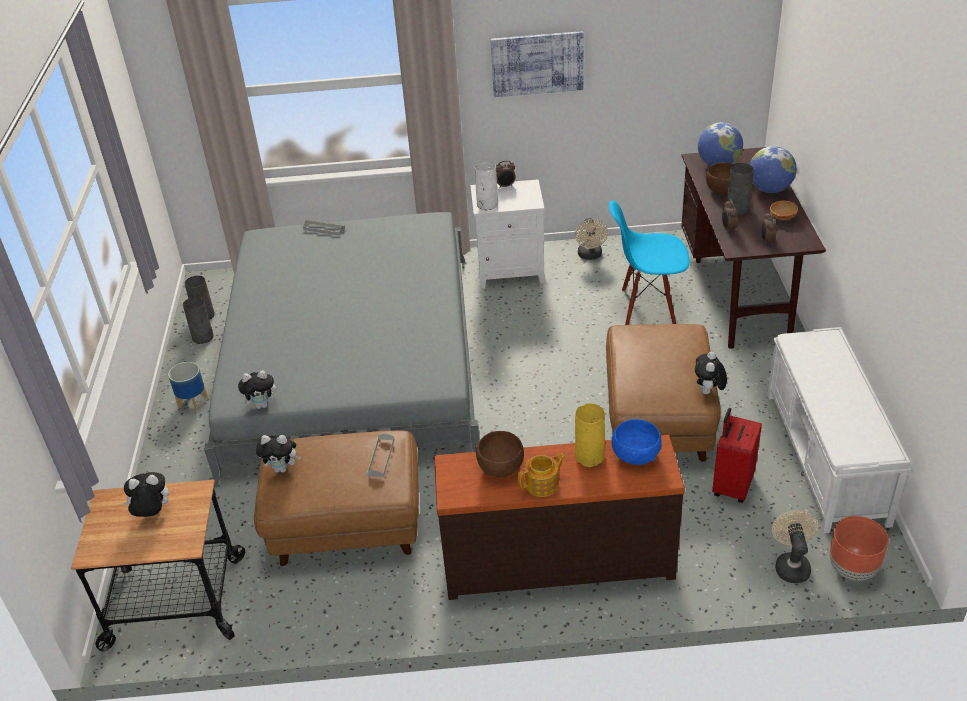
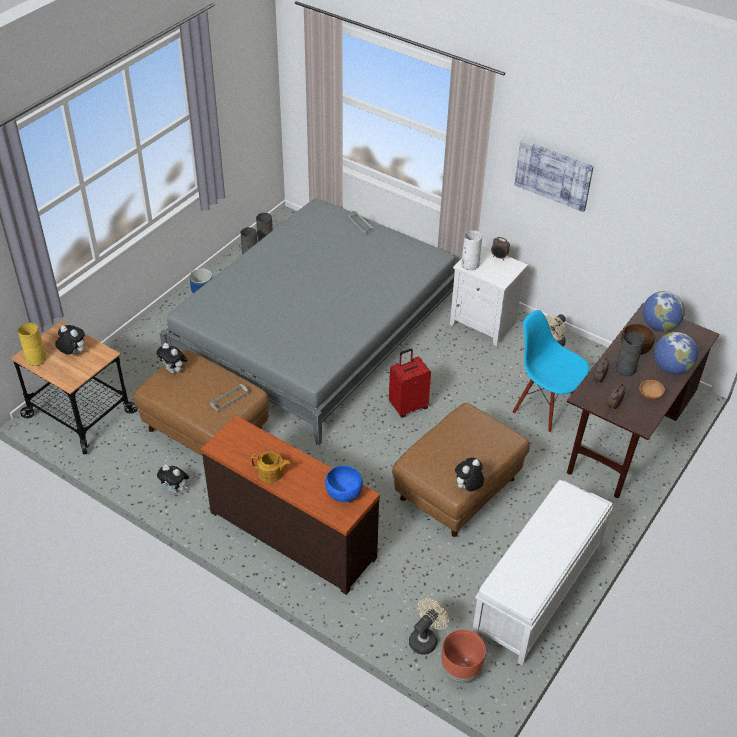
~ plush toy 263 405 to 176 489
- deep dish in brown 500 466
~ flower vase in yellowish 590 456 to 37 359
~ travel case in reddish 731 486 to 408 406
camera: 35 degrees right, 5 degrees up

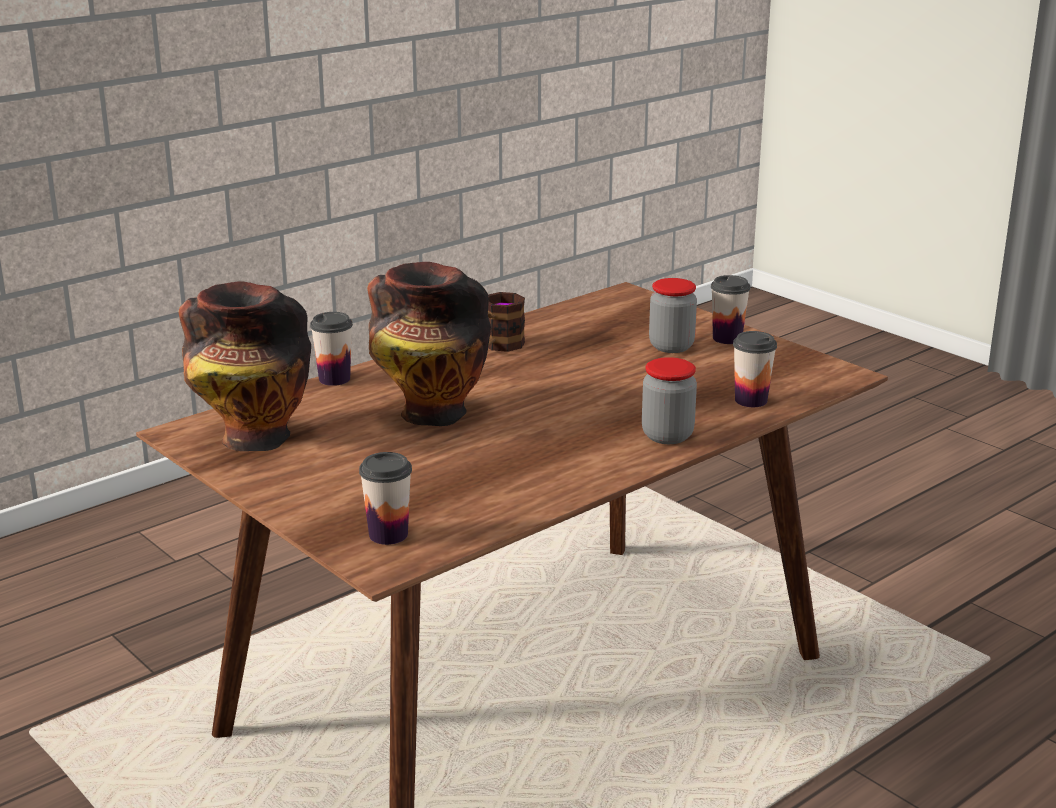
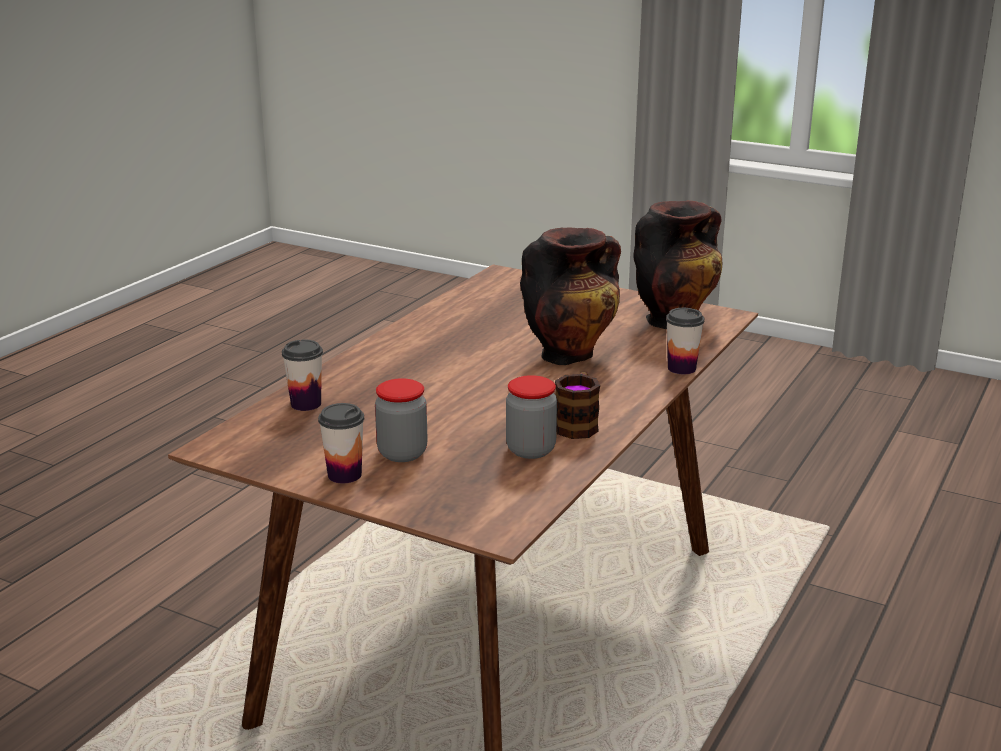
- small cup 388 535
~ preserve jar 667 436 to 530 450
camera: 160 degrees right, 0 degrees up

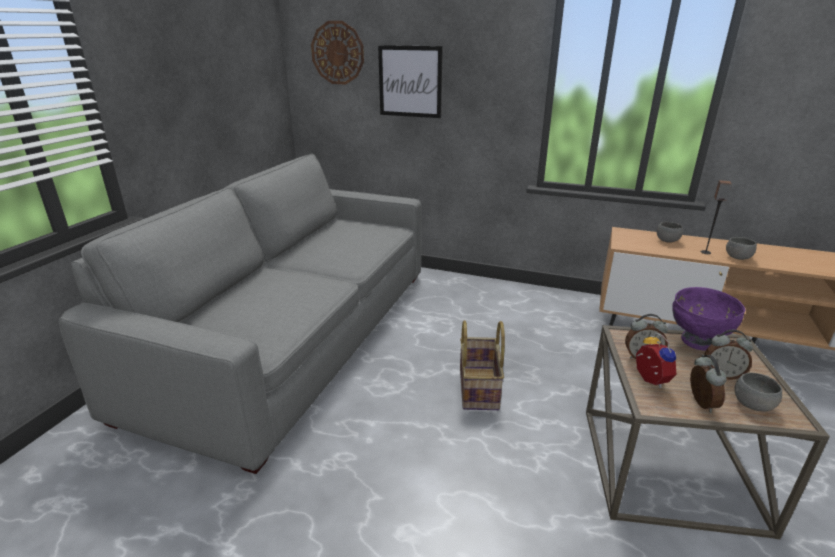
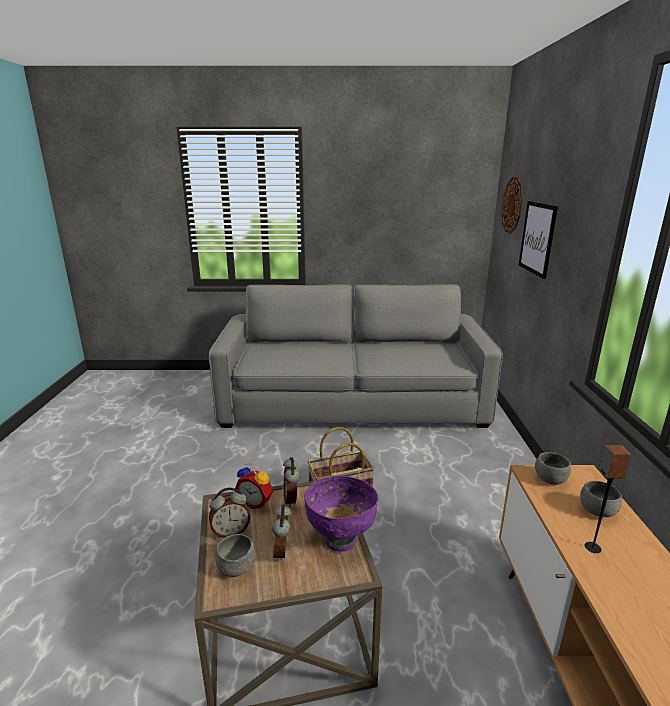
~ alarm clock 648 380 = 256 502 60 degrees clockwise
~ deep dish in gray 737 257 to 550 479
camera: 70 degrees right, 5 degrees down

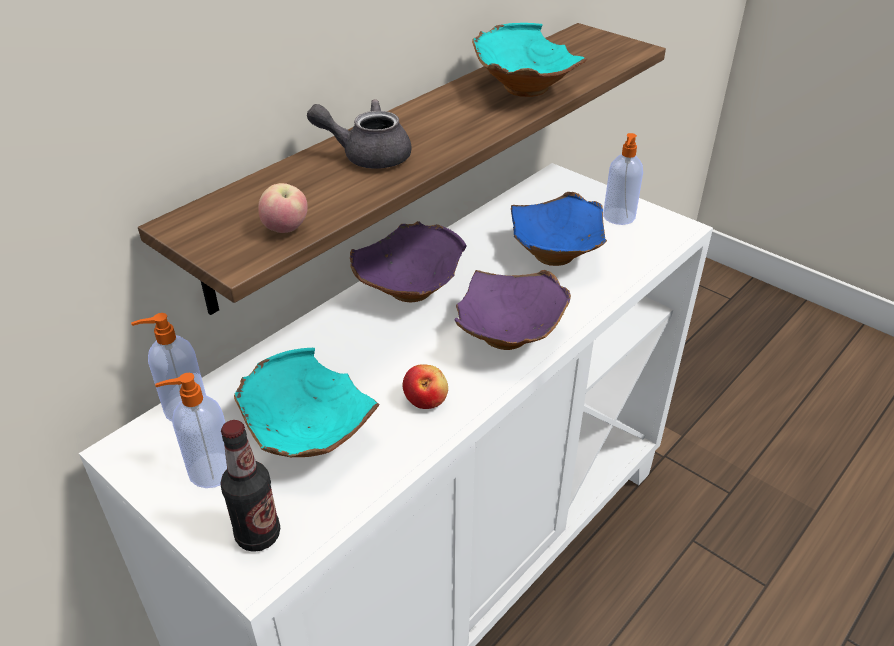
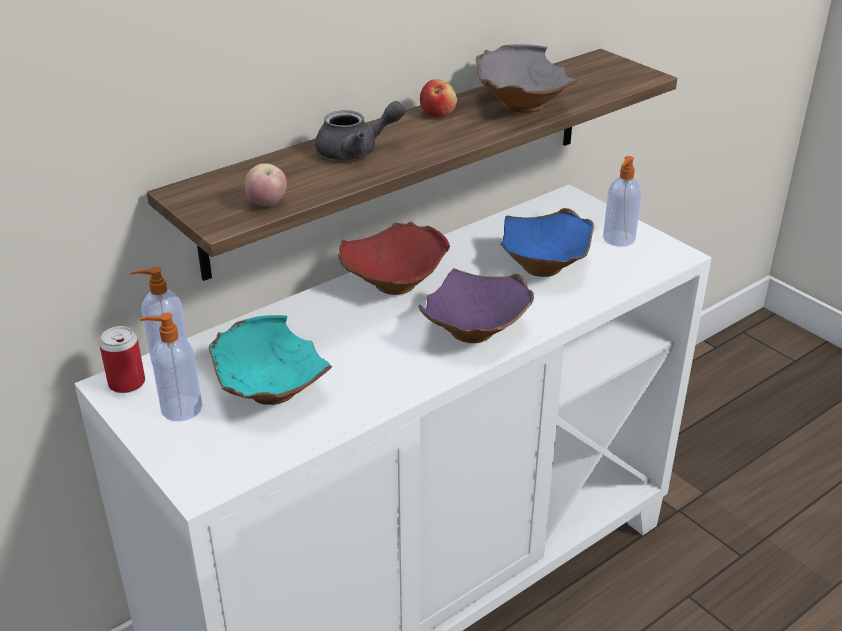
- beverage bottle 258 535
~ tea pot in gray 367 155 = 356 151 150 degrees clockwise
~ deep dish in purple 408 288 to deep dish in reddish 393 282
~ whole apple 426 399 to 438 113
~ deep dish in blue-green 522 89 to deep dish in gray 519 105
+ can 127 383
camera: 10 degrees right, 5 degrees down

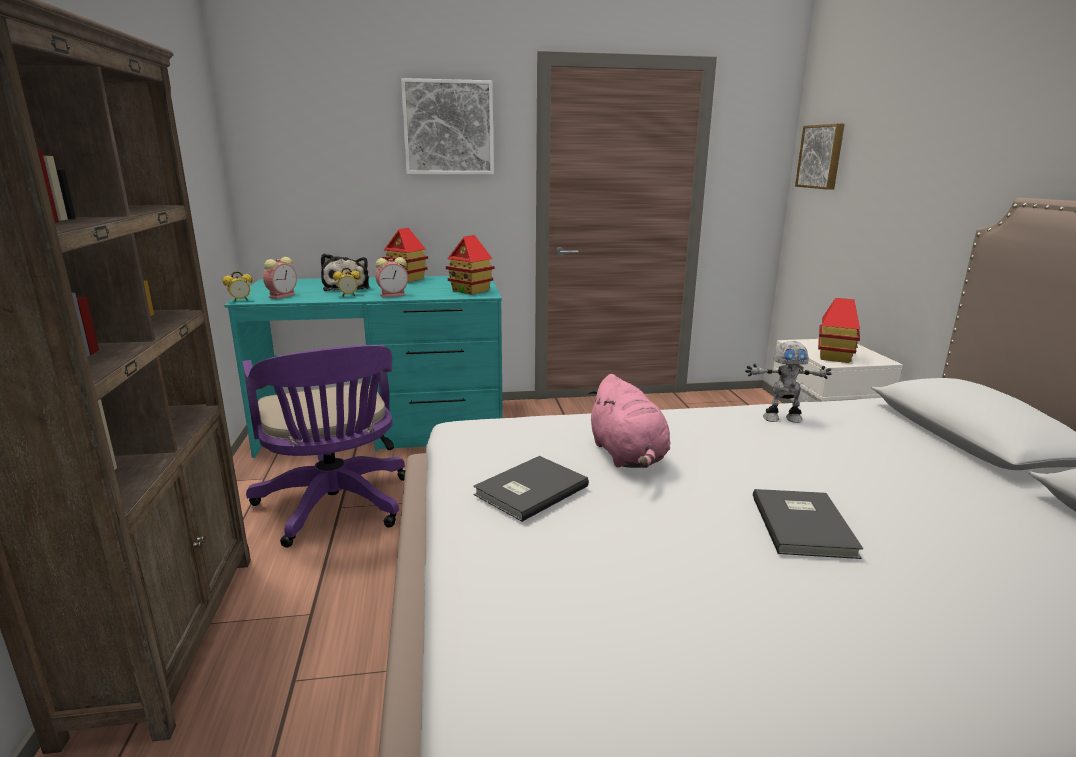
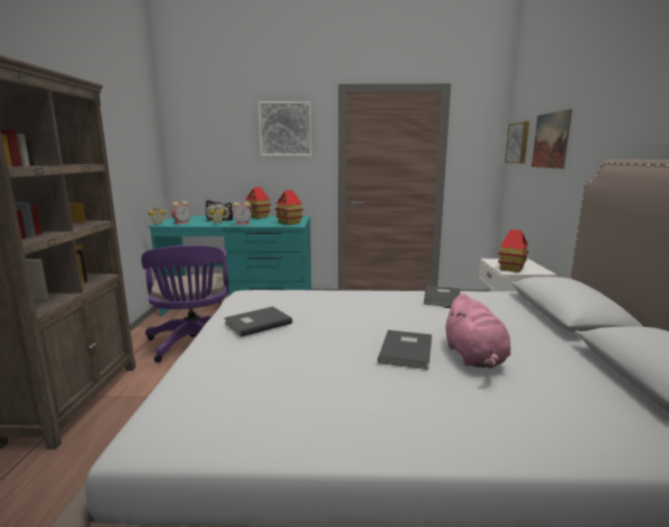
~ plush toy in pink-coloured 628 456 to 474 358
~ robot figure 781 418 to volume in gray 443 298
+ picture 550 140
camera: 10 degrees right, 5 degrees down

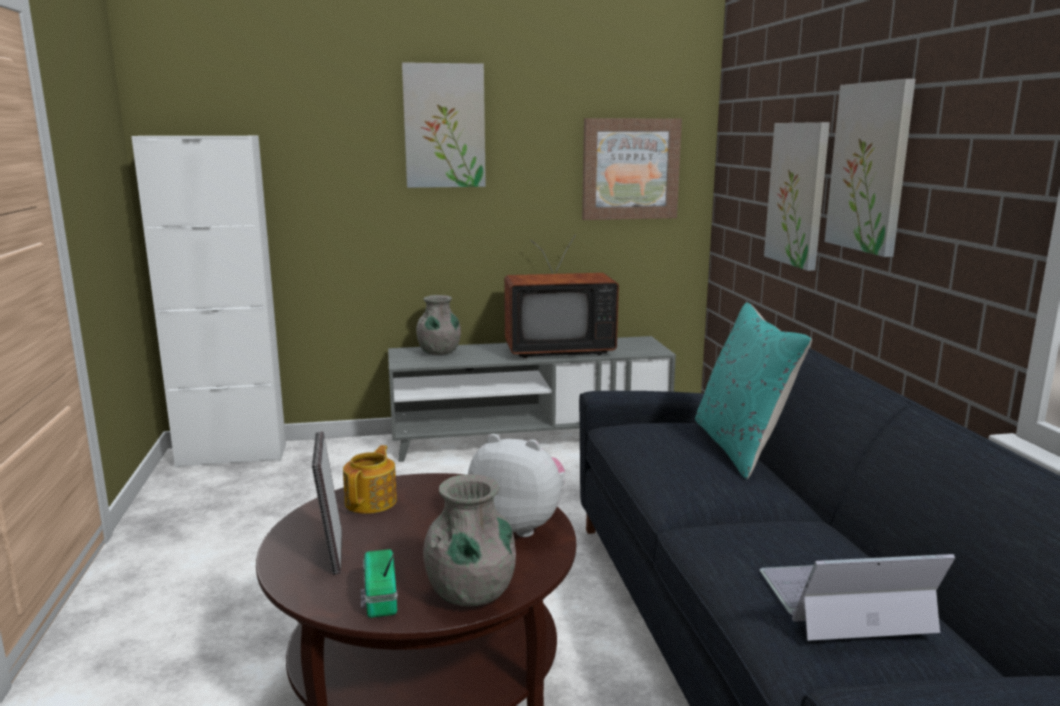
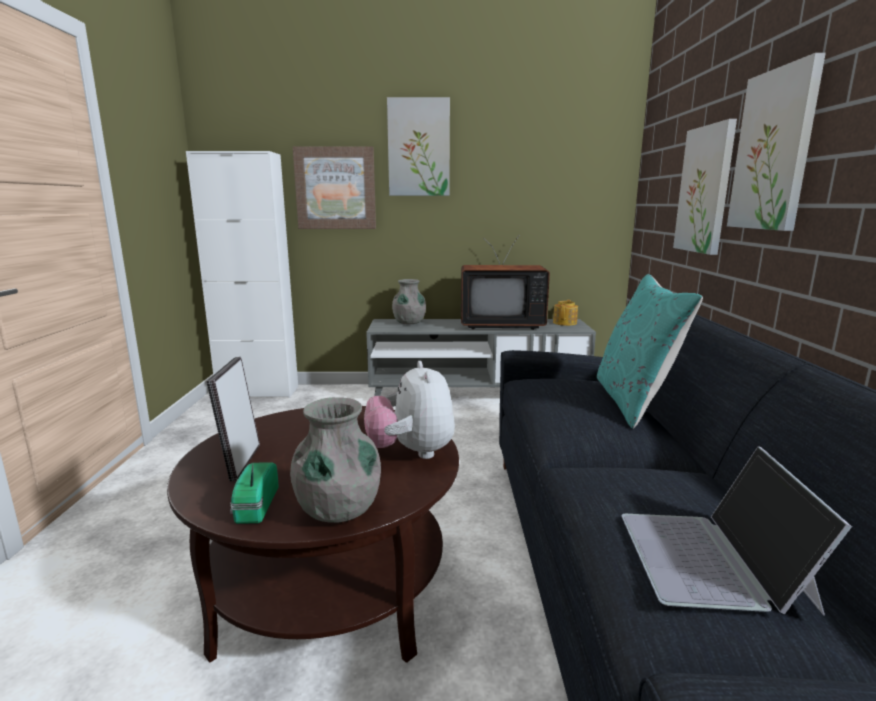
~ tea pot 372 501 to 565 323
~ plush toy 519 525 = 411 452 135 degrees counterclockwise
~ picture 630 169 to 335 188
~ notebook computer 843 601 = 713 559 90 degrees counterclockwise
camera: 10 degrees right, 0 degrees up

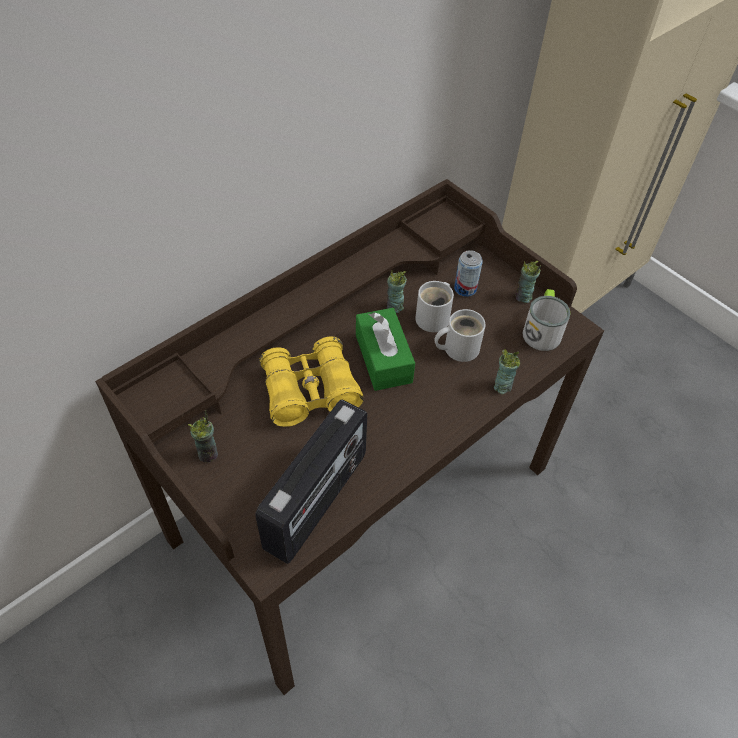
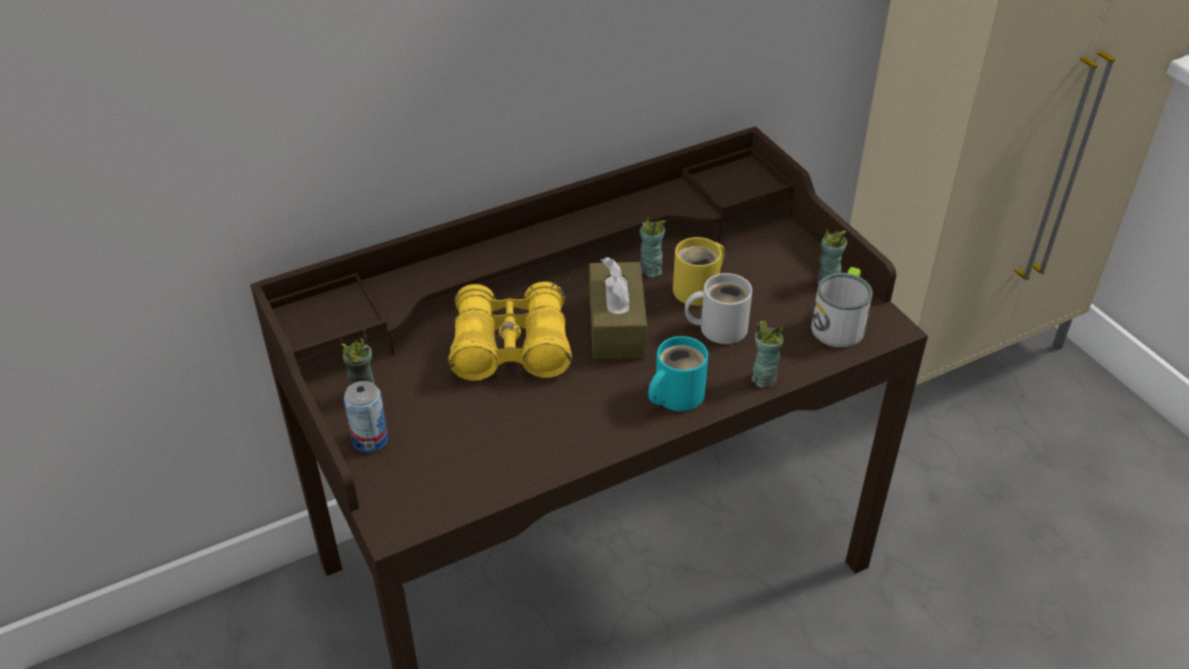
- radio receiver 318 501
~ box of tissues in greenish 383 358 to box of tissues in brown 616 325
~ coffee mug in whitish 435 317 to coffee mug in yellowish 699 289
~ can 465 289 to 370 440
+ coffee mug in blue-green 674 395
camera: 15 degrees right, 10 degrees down

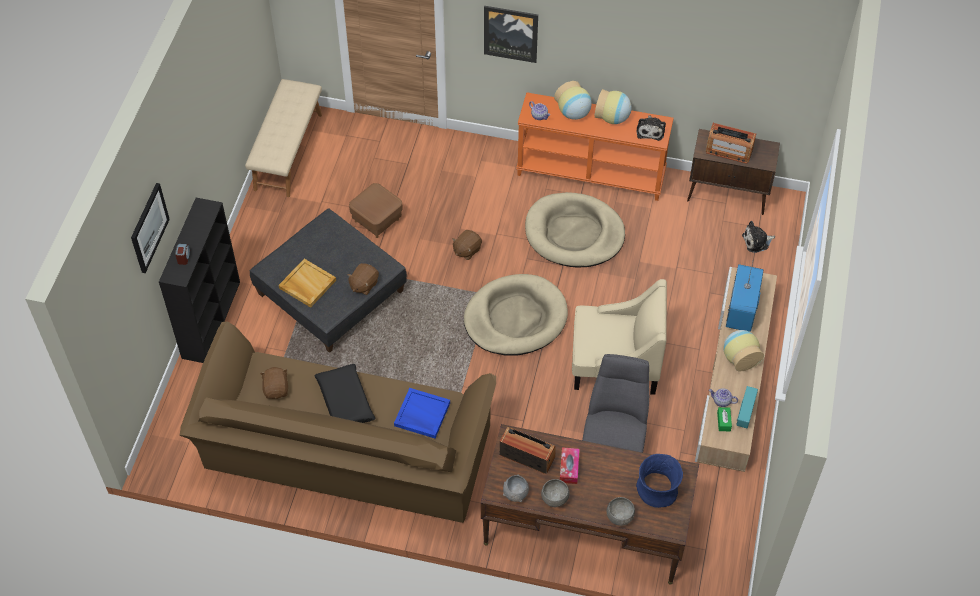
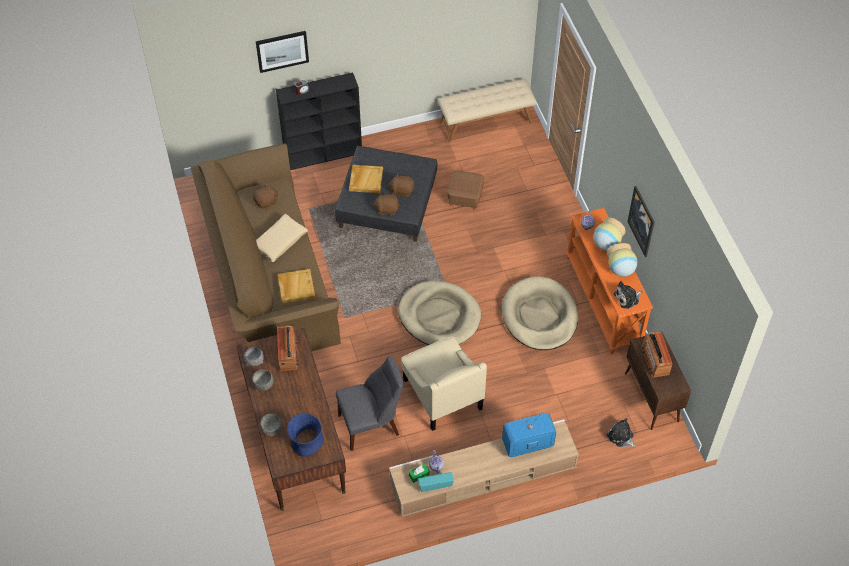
~ throw pillow in black 345 401 to throw pillow in sand-coloured 279 241
~ serving tray in bluish 421 414 to serving tray in sand-coloured 296 287
~ plush toy in brown 466 250 to 402 190
~ picture 511 33 to 642 221
- box of tissues 569 468
- flower vase 739 358
camera: 60 degrees right, 0 degrees up

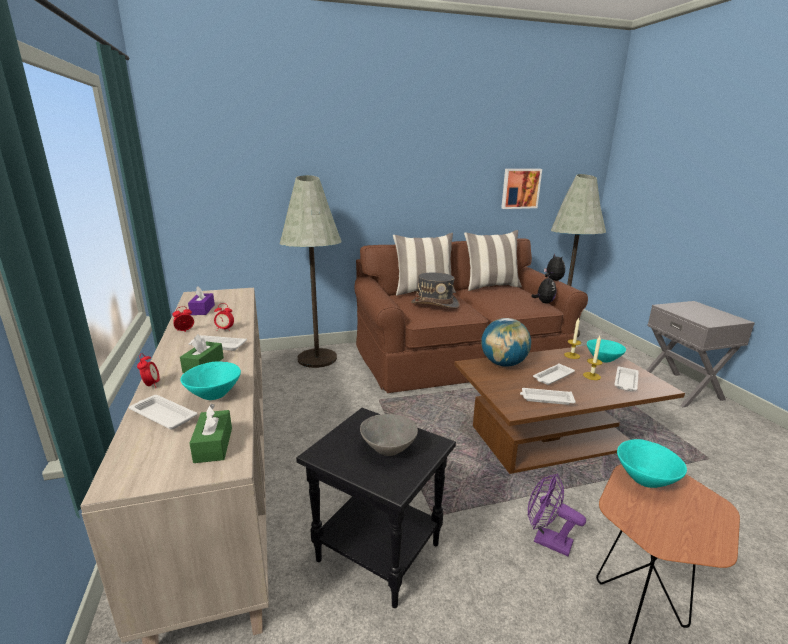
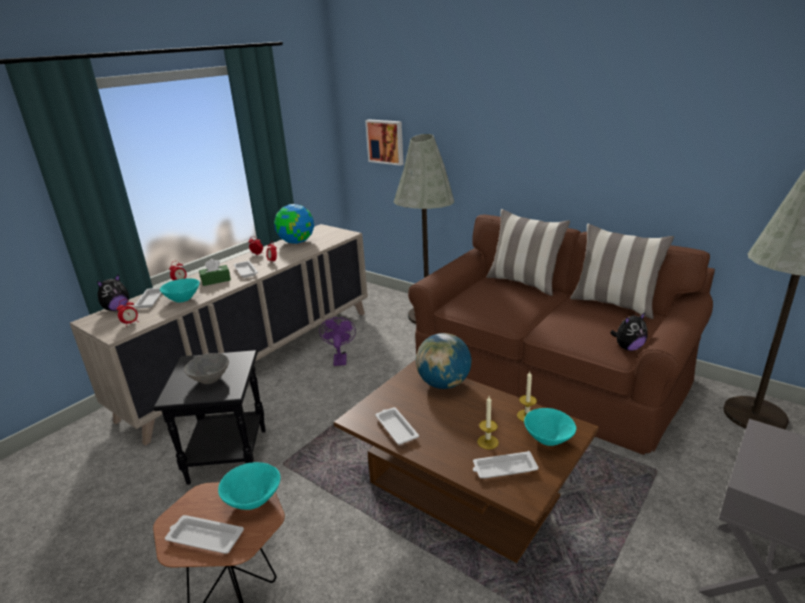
~ box of tissues in purple 202 310 to world globe 296 242
~ box of tissues in greenish 213 445 to alarm clock 131 323
- wearable hat in gray 435 304
~ picture 520 188 to 386 141
~ fan in purple 546 540 to 340 358
~ serving tray in whitish 552 377 to 204 538
~ plush toy 552 280 to 116 309
camera: 55 degrees right, 5 degrees up

